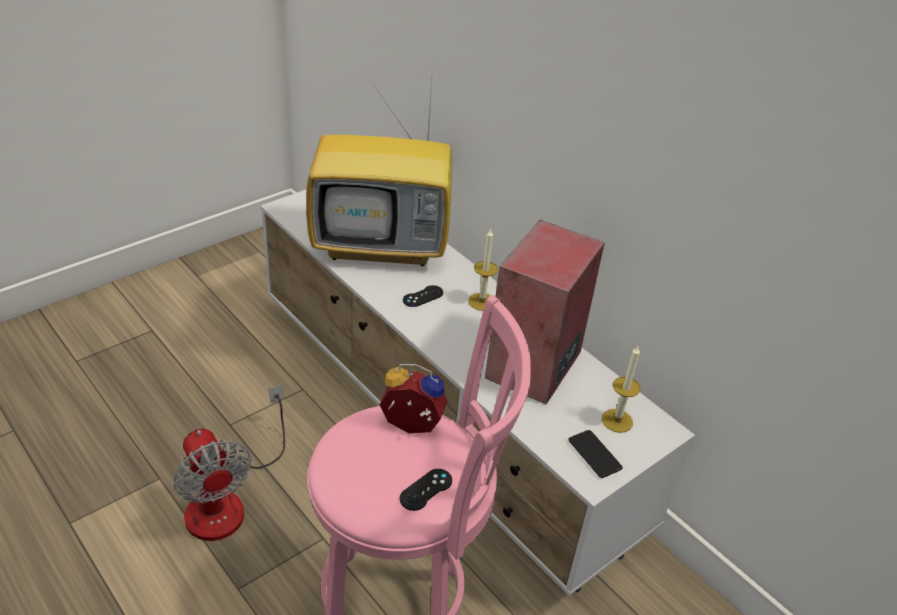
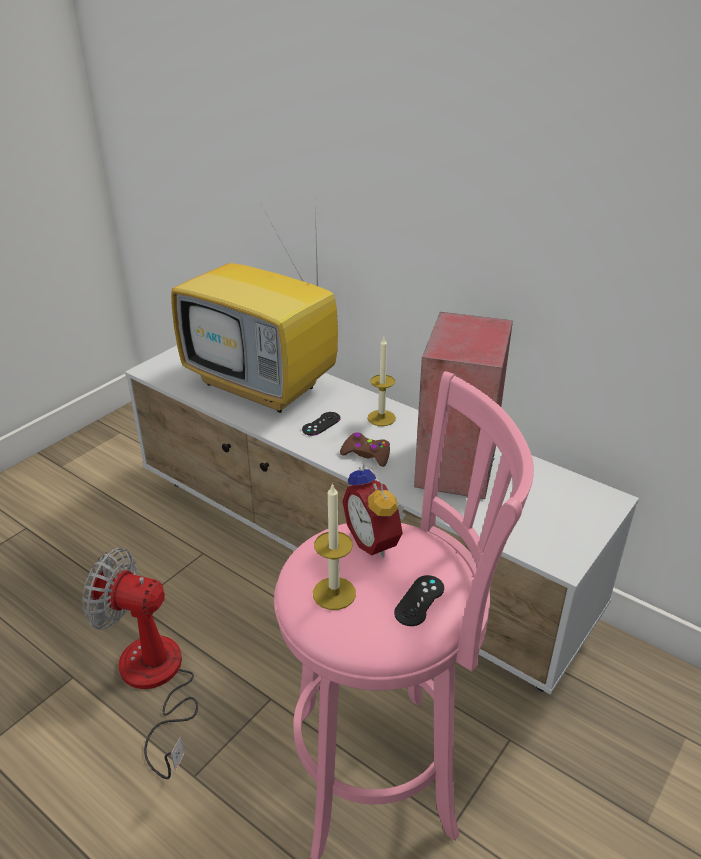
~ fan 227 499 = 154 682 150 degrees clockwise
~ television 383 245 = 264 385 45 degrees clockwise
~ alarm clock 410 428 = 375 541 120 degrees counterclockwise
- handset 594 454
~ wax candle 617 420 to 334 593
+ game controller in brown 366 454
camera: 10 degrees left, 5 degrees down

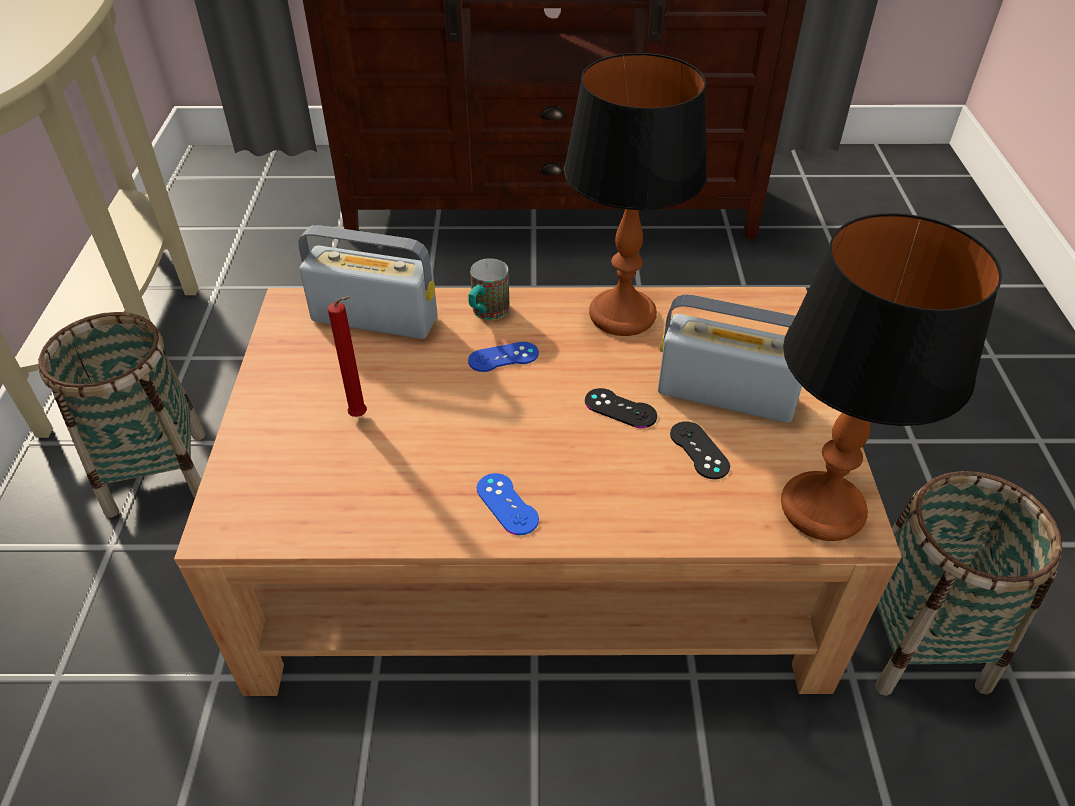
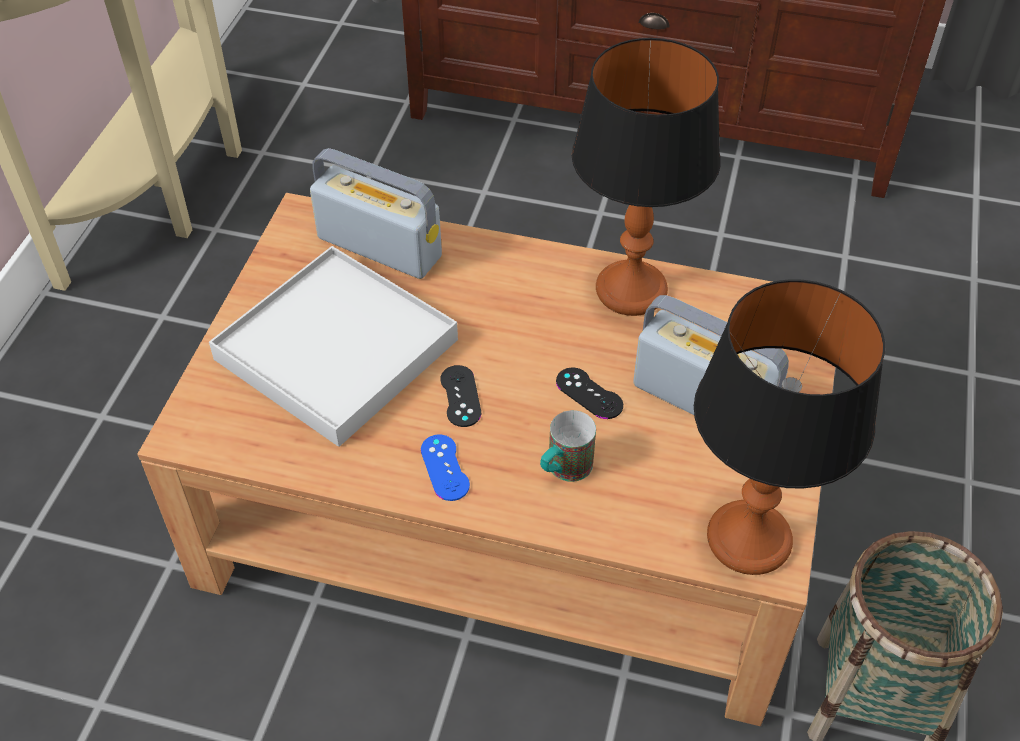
- storage basket 157 472
~ wax candle in reddish 361 416 to serving tray in whitish 336 350
~ coffee mug 486 313 to 563 470
- game controller in bluish 503 357
~ game controller in black 699 450 to 460 396
camera: 15 degrees right, 5 degrees up

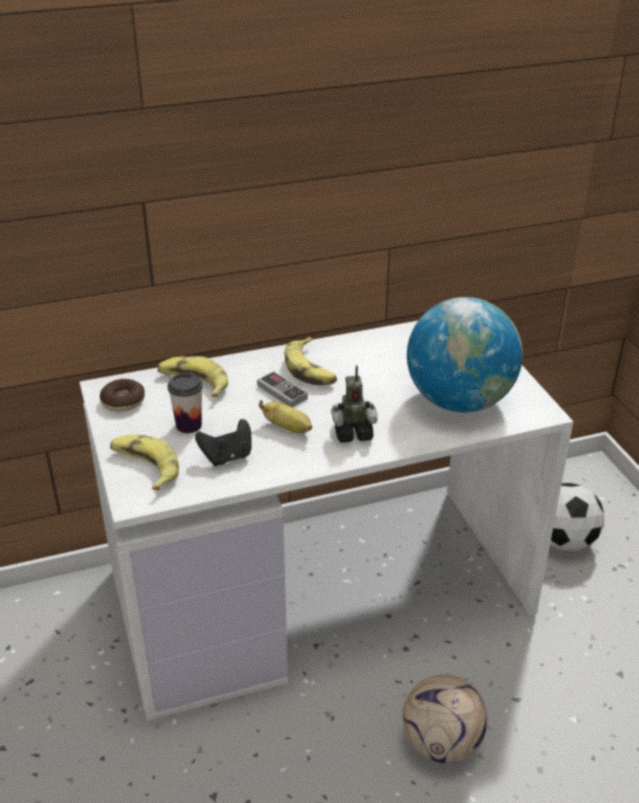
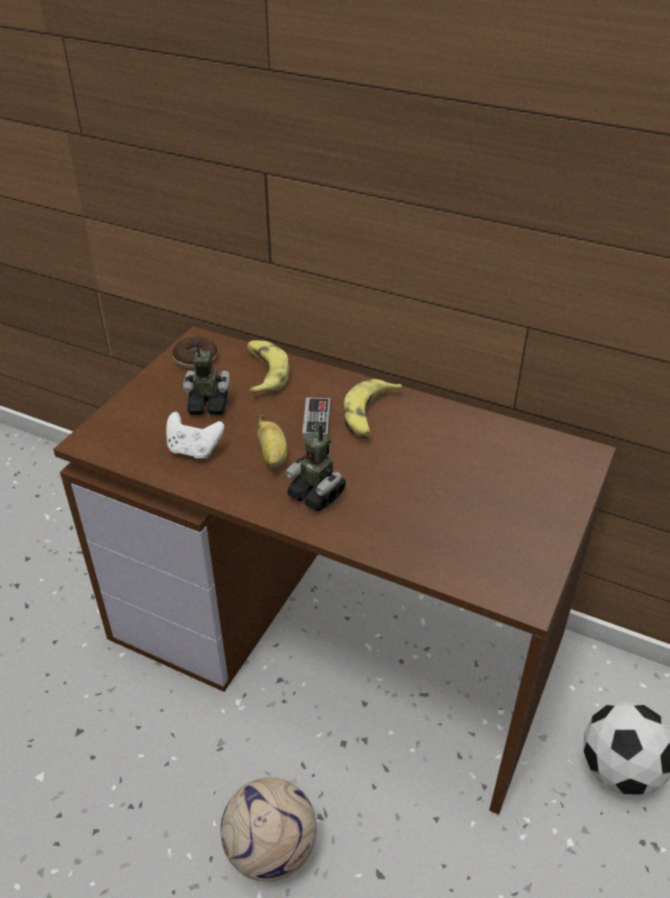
~ desk in whitish 321 589 to desk in brown 339 637
- whole banana 145 467
~ small cup 189 425 to robot figure 208 406
~ game controller in black 227 457 to game controller in whitish 194 450
- world globe 459 401
camera: 45 degrees right, 5 degrees up

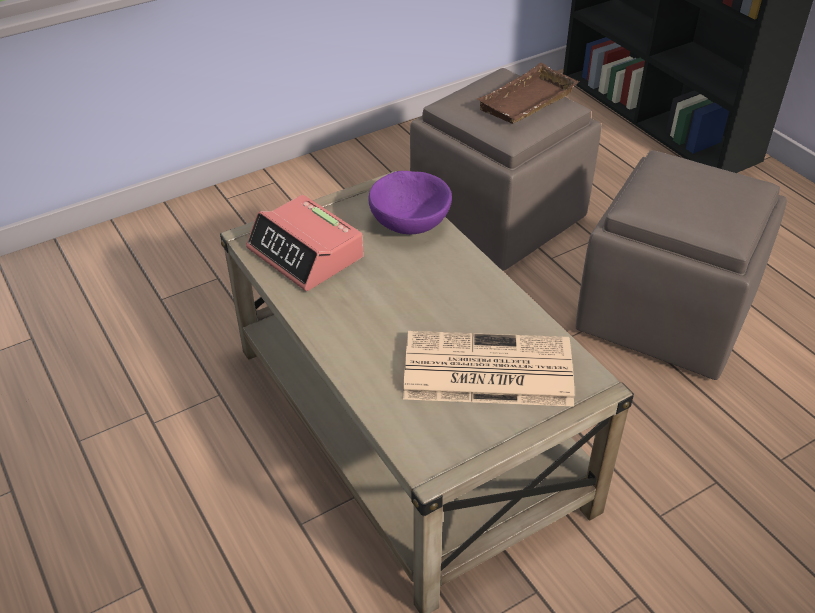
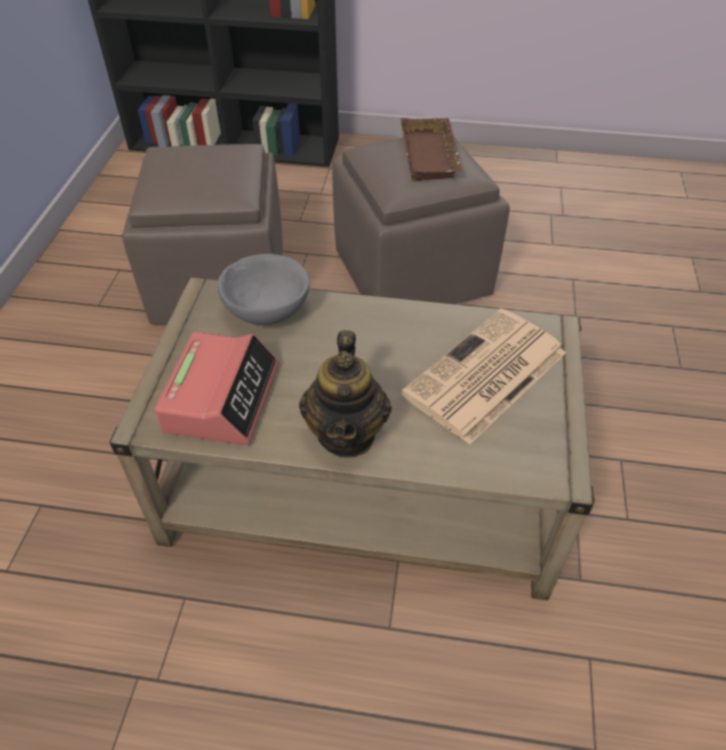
~ alarm clock 306 253 = 222 397 75 degrees counterclockwise
~ deep dish in purple 410 223 to deep dish in gray 268 310
~ serving tray in brown 528 103 to 432 156
+ tea pot 347 434
camera: 50 degrees left, 5 degrees up

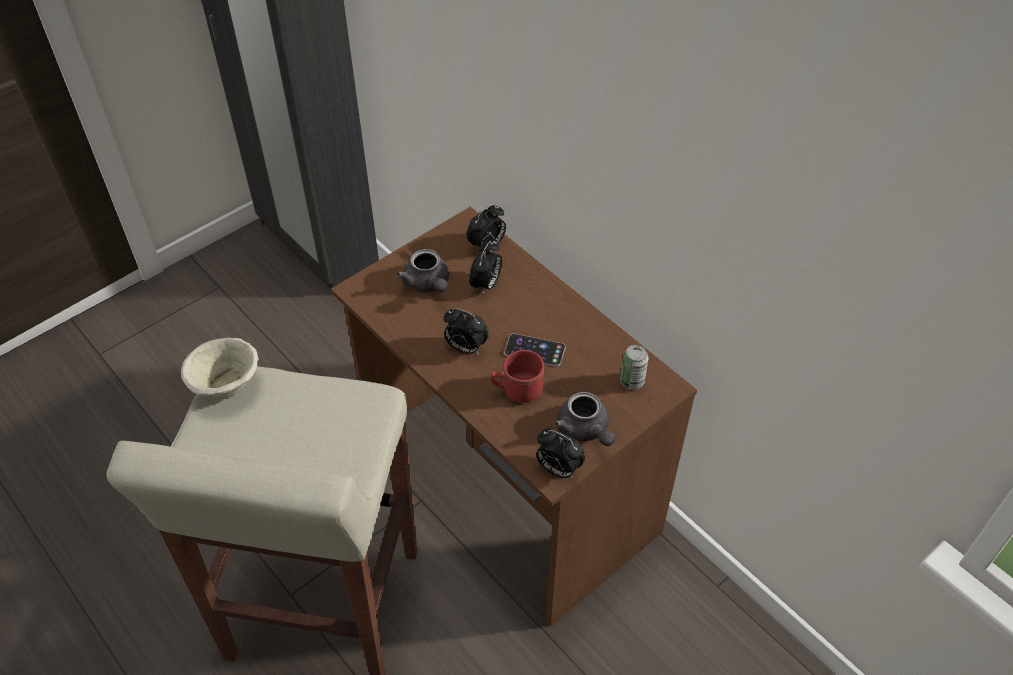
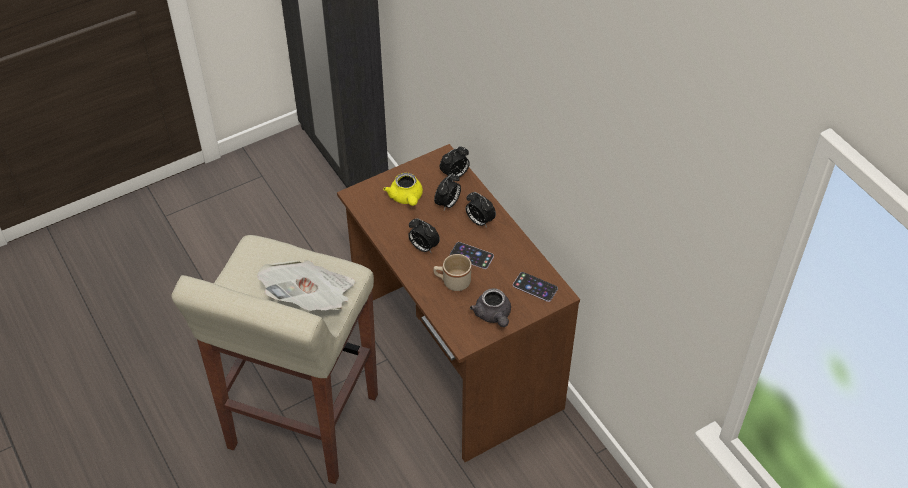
- deep dish in sand-coloured 226 387
~ tea pot in gray 428 284 to tea pot in yellowish 406 198
~ coffee mug in reddish 516 390 to coffee mug in sand-coloured 452 282
~ alarm clock 558 469 to 479 221
~ can 632 381 to handset 535 287
+ newspaper 311 299
camera: 10 degrees right, 0 degrees up

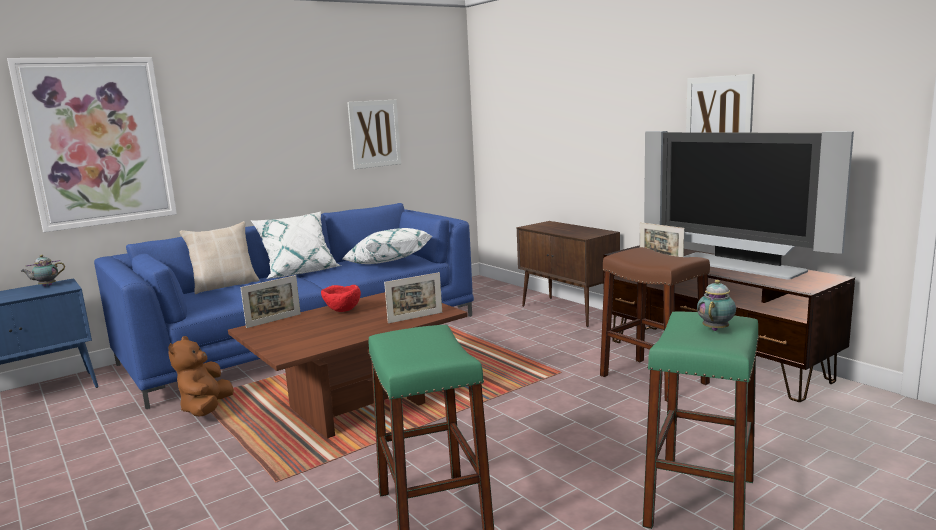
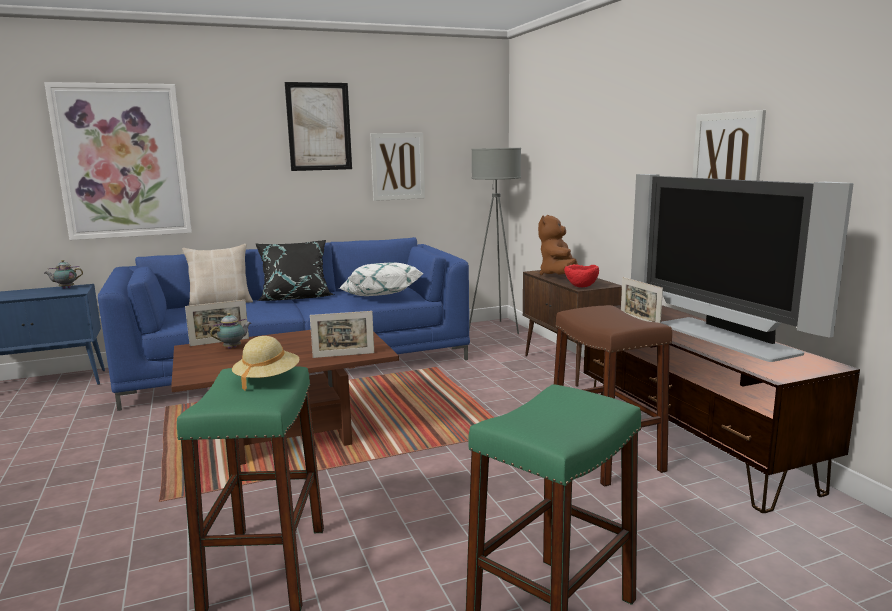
~ plush toy in brown 206 409 to 559 275
~ throw pillow in whitish 299 272 to throw pillow in black 295 297
~ deep dish in reddish 342 311 to 581 287
~ tea pot 716 329 to 233 347
+ wearable hat in sand-coloured 267 379
+ picture 319 127
+ standing lamp in gray 496 328
camera: 15 degrees right, 0 degrees up

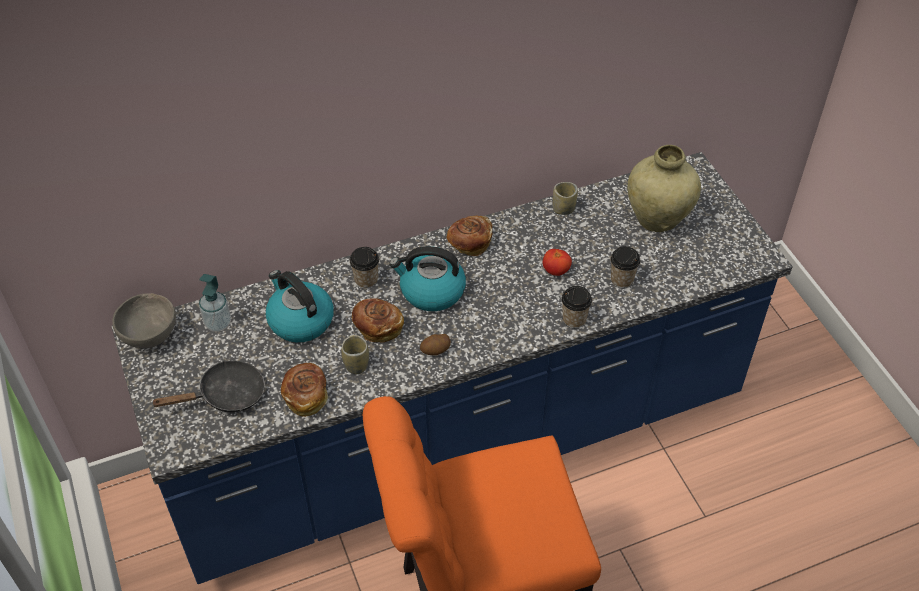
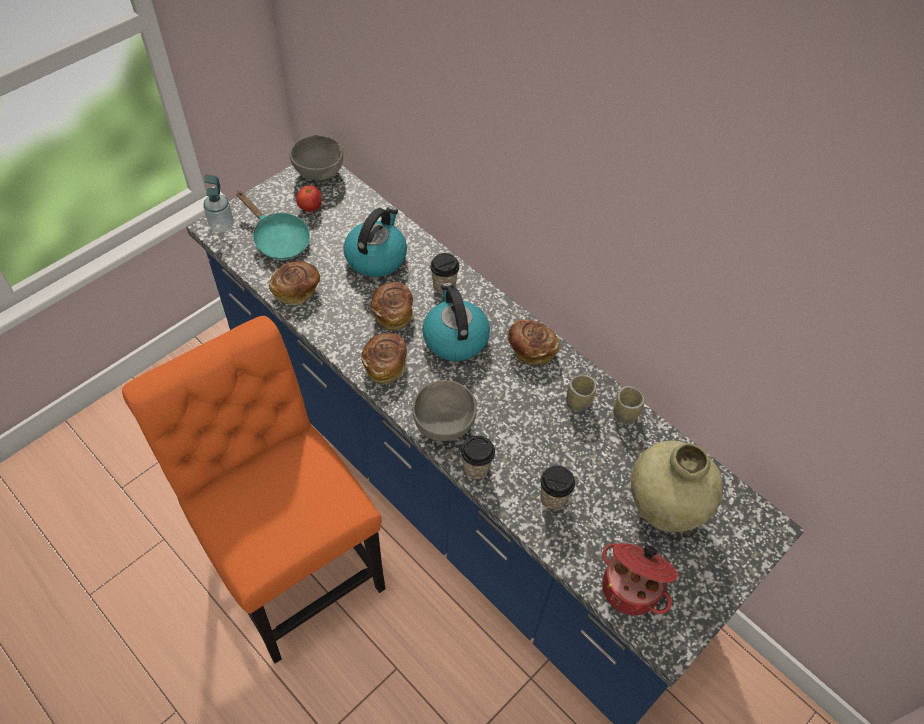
~ pan in black 226 395 to pan in blue-green 278 239
~ soap bottle 218 323 to 222 225
~ small cup 356 365 to 578 402
~ potato 436 350 to baked bread 385 364
~ whole tomato 556 271 to 310 207
+ deep dish in gray 445 424
+ cooking pot 632 586
camera: 65 degrees right, 5 degrees up

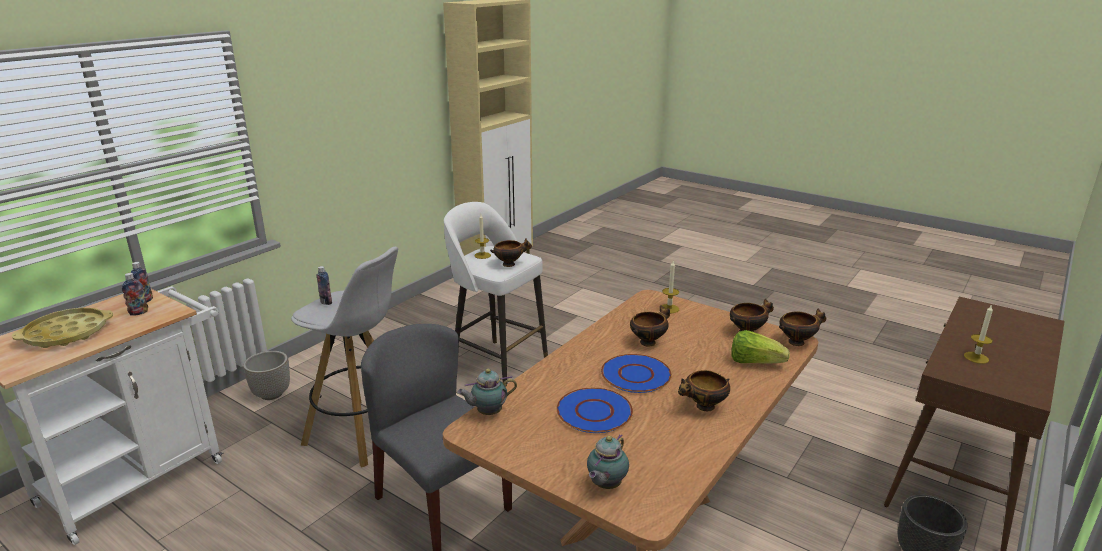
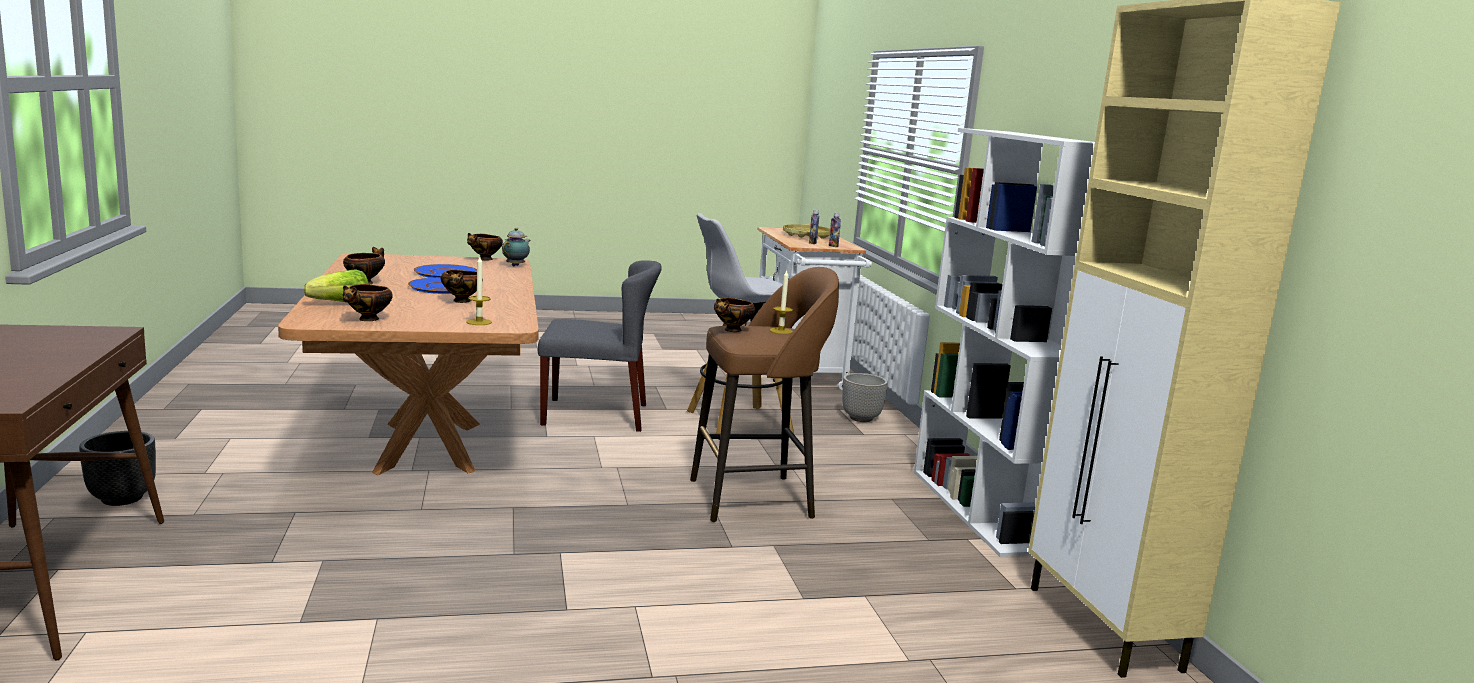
- beverage bottle 326 302
~ sitting stool in whitish 497 364 to sitting stool in brown 755 498
- tea pot 605 485
~ deep dish 797 342 to 484 259
- wax candle 976 357
+ bookcase in whitish 979 510
camera: 130 degrees right, 10 degrees down

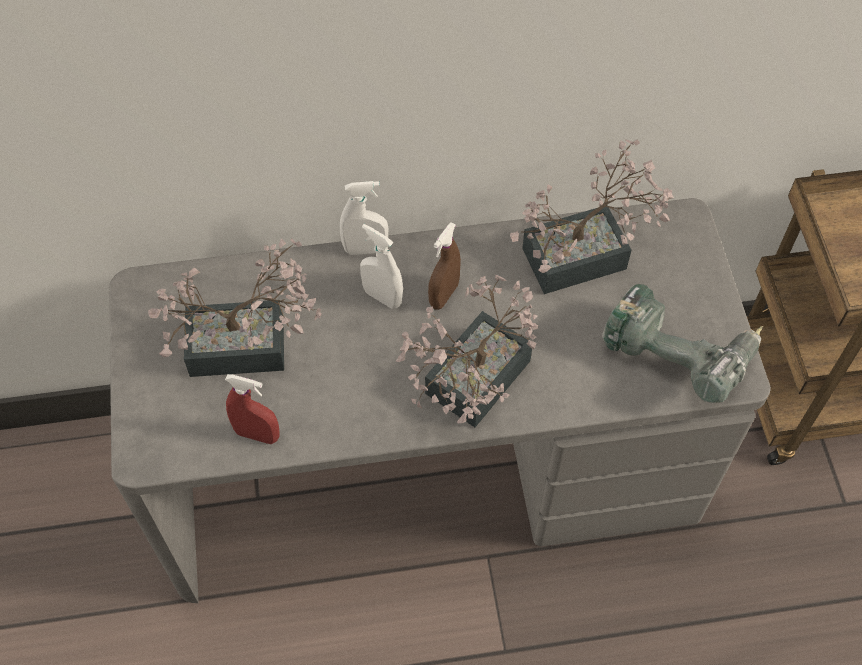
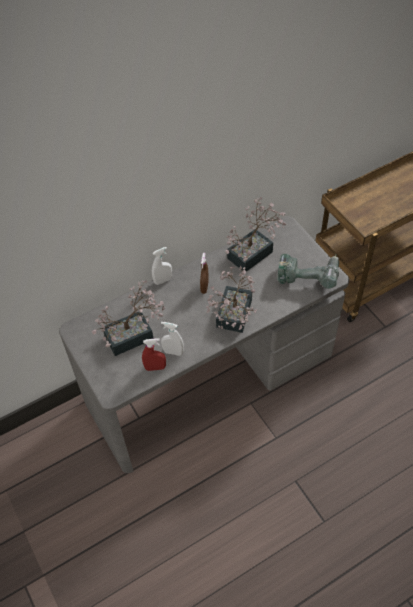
~ spray bottle in whitish 382 297 to 173 352
camera: 20 degrees left, 5 degrees down

